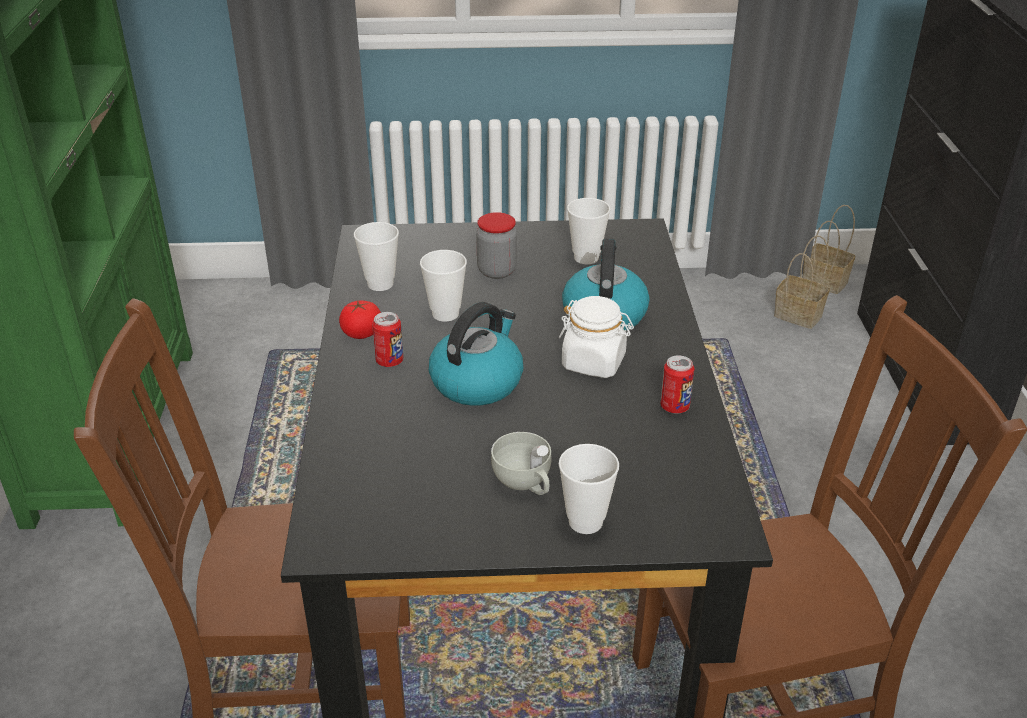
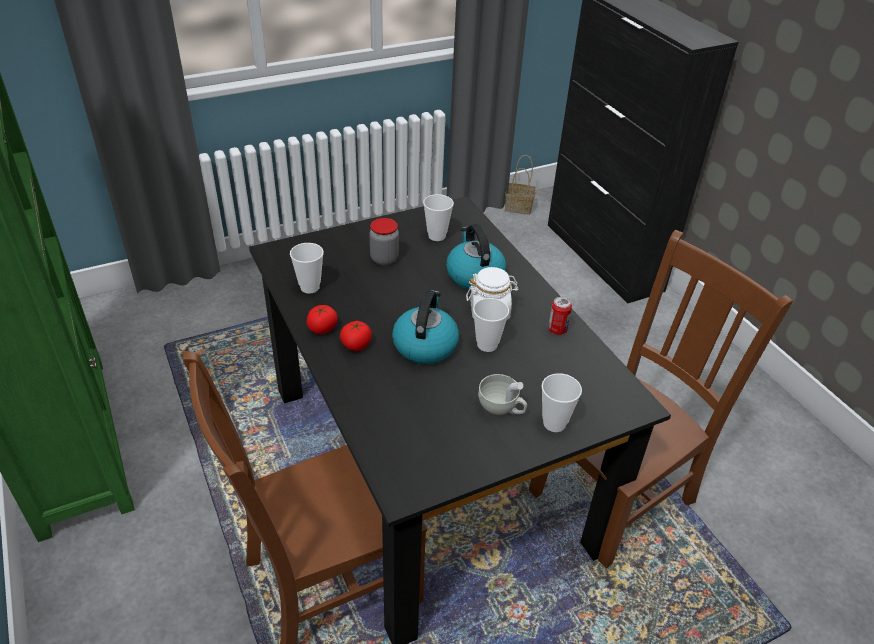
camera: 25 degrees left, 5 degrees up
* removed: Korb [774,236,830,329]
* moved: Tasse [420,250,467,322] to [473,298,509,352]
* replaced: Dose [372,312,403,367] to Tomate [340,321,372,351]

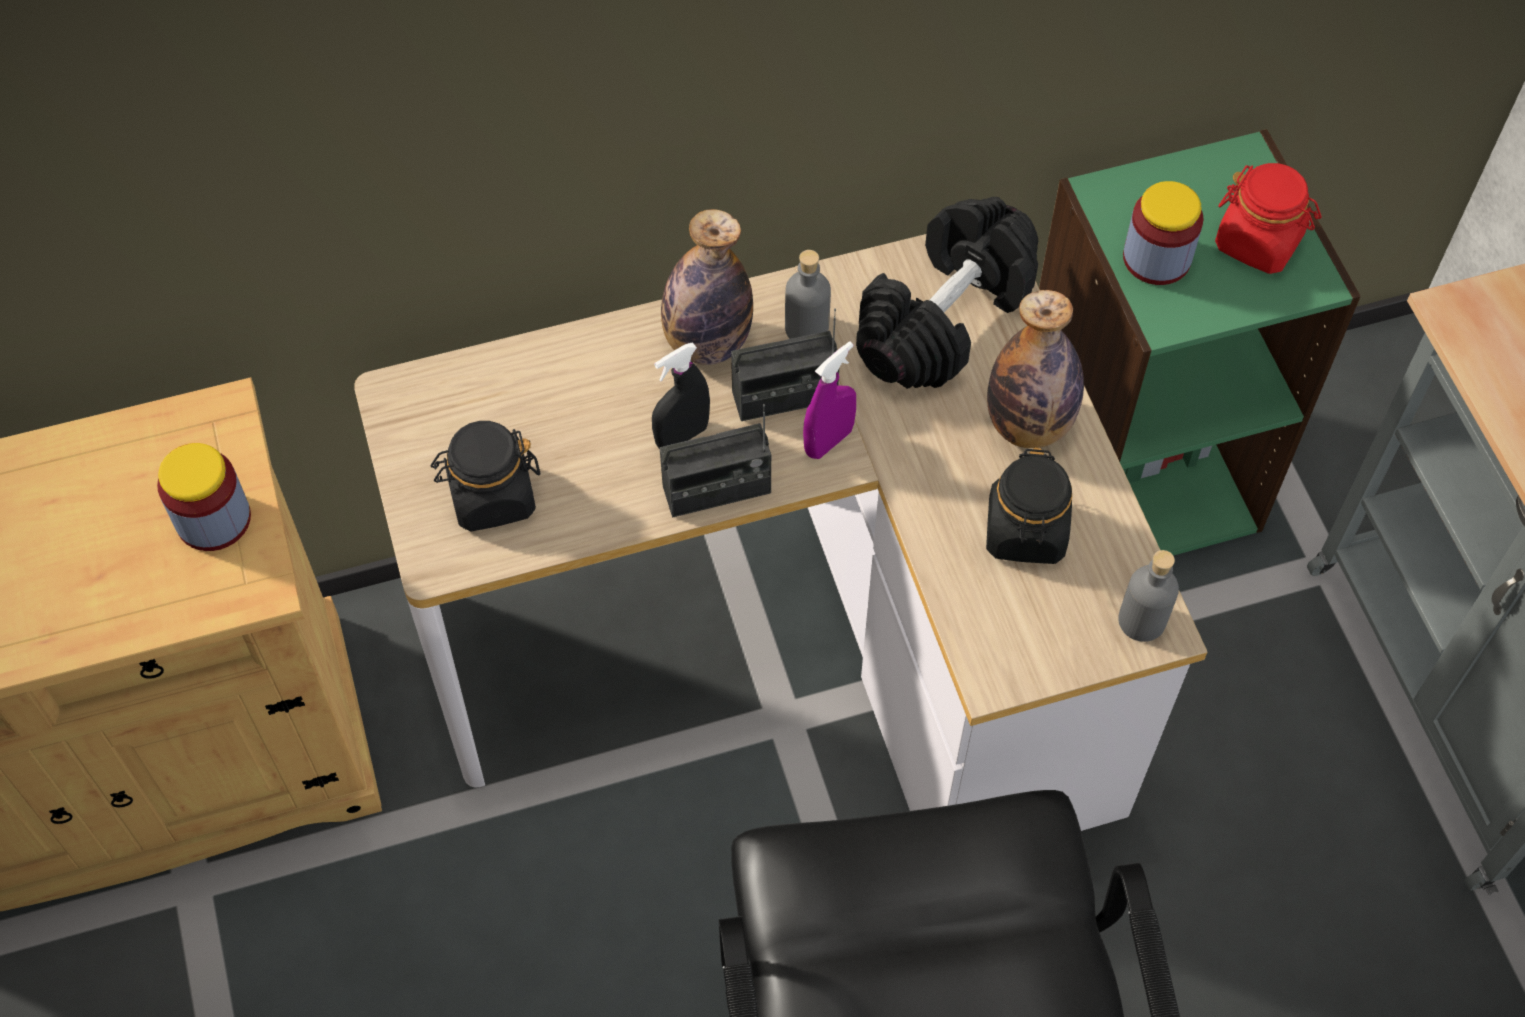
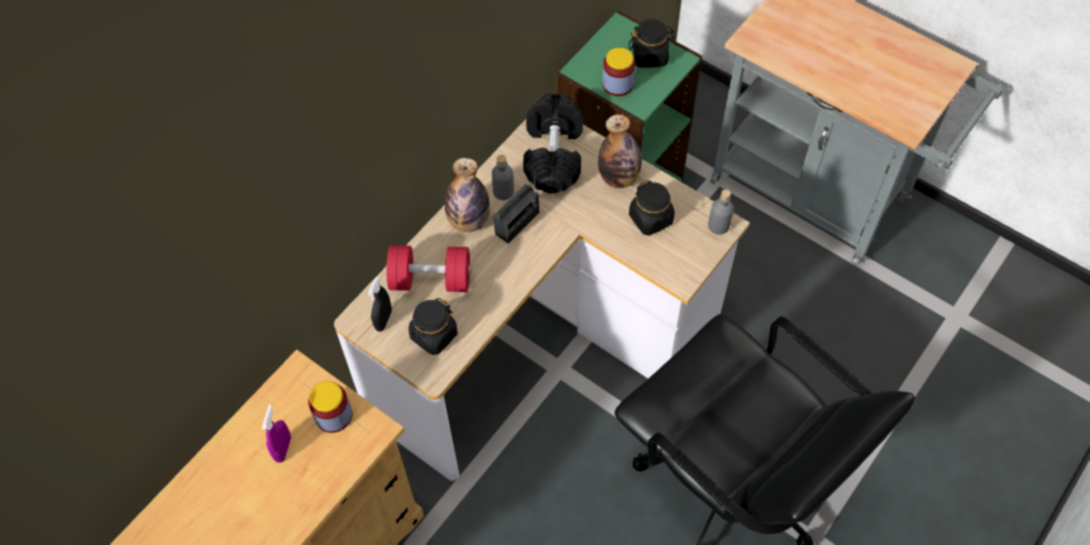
camera: 35 degrees left, 0 degrees up
* removed: Radio [660,404,771,517]
* added: Hantel/rot [386,245,471,292]
* moved: Sprühflasche/schwarz [652,343,710,449] to [368,276,392,332]
* moved: Sprühflasche/lila [803,341,856,459] to [262,404,291,463]
* recoloured: Vorratsglas/rot [1215,163,1321,274] to Vorratsglas/schwarz [629,19,675,68]

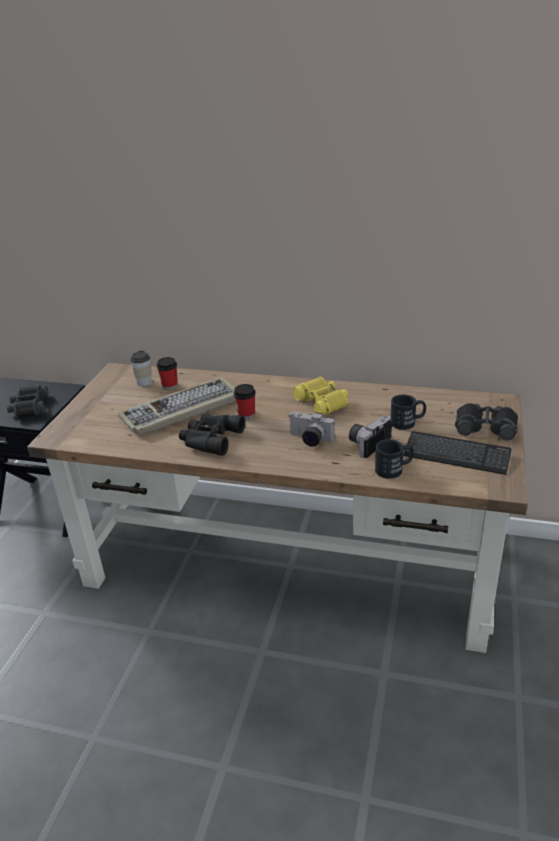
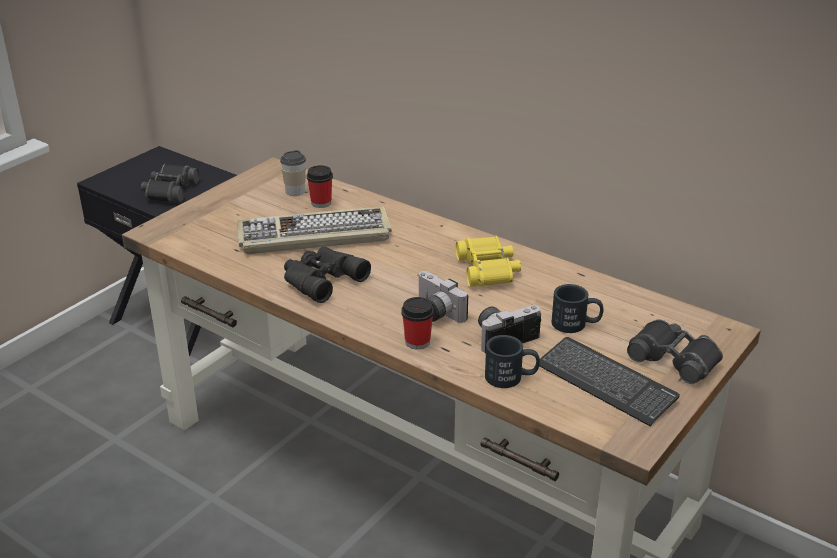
camera: 20 degrees right, 0 degrees up
* moved: Tasse [234,384,256,420] to [401,297,434,350]

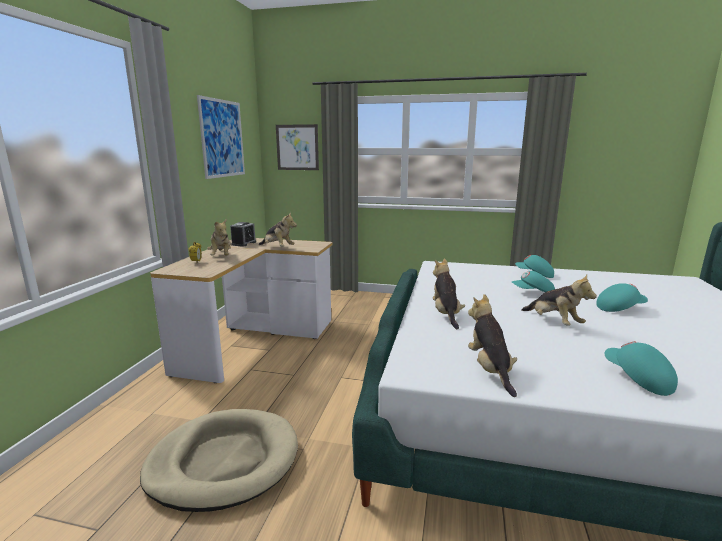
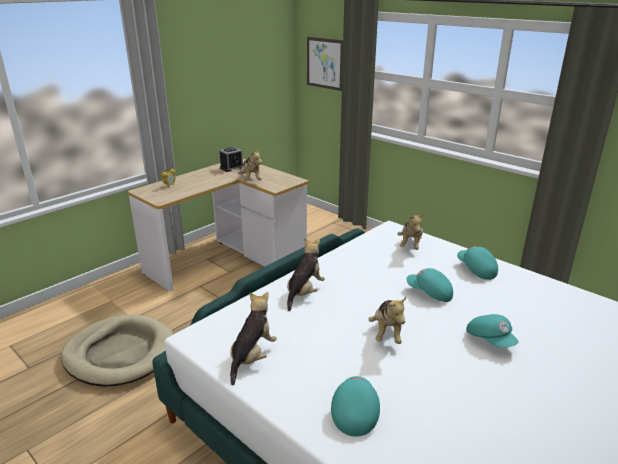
camera: 30 degrees right, 10 degrees up
* removed: Bild [197,95,245,179]
* moved: Plüschtier [207,219,231,256] to [398,213,423,250]
* turned: Kappe/türkis [596,283,648,312] = [466,314,519,348] 45 degrees clockwise

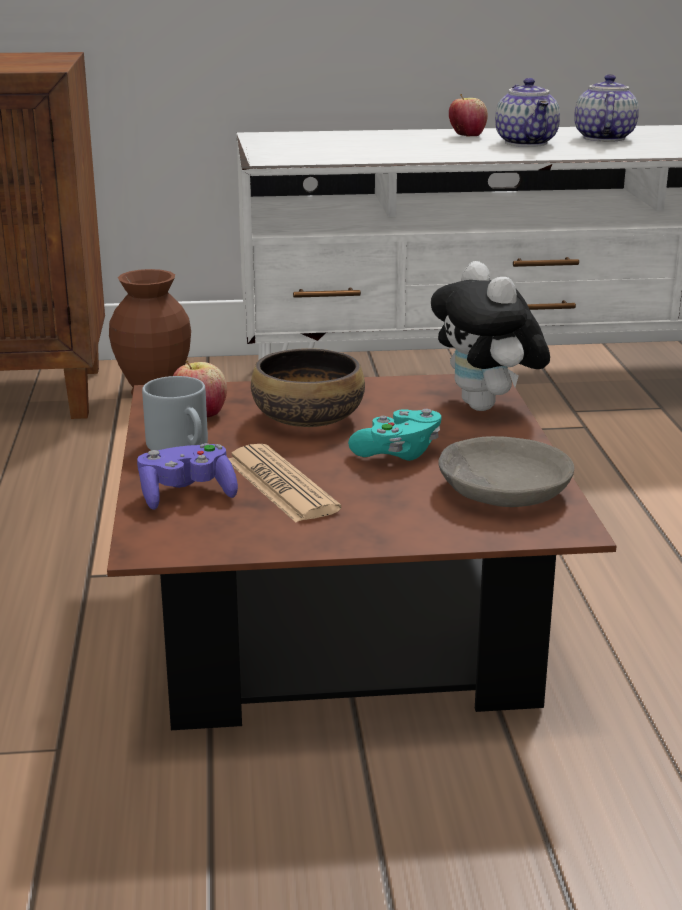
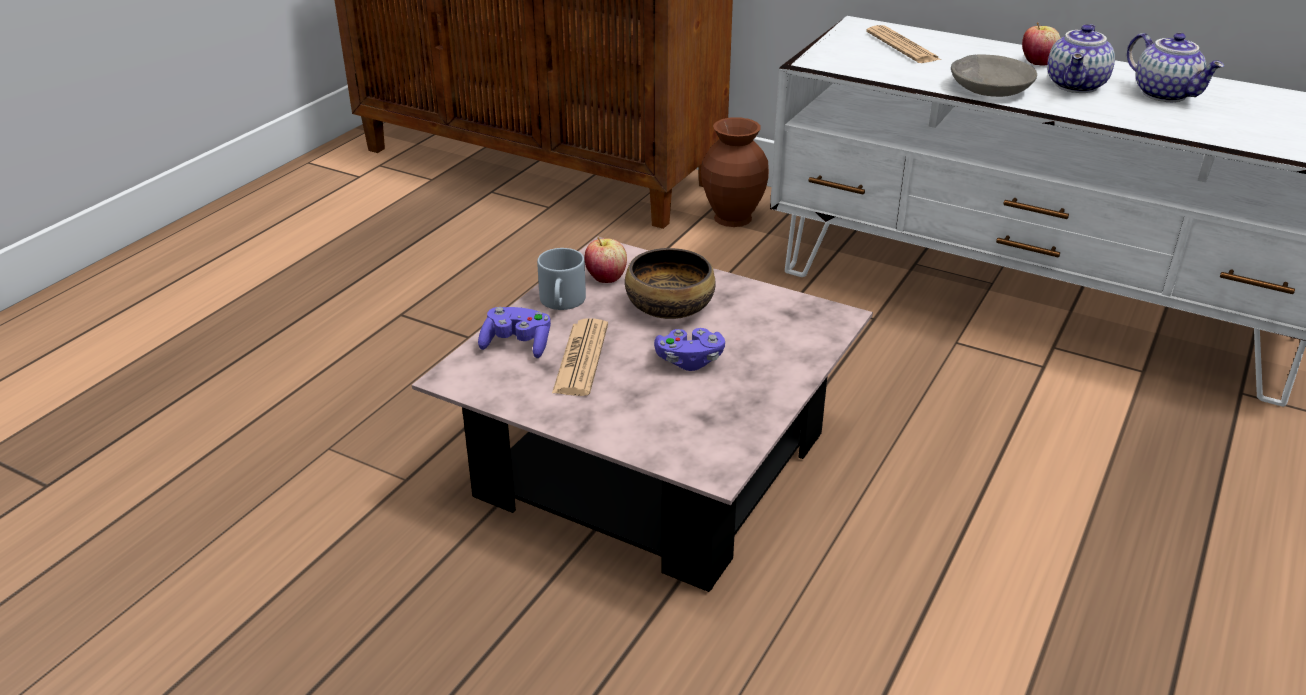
camera: 35 degrees right, 10 degrees up
* removed: Plüschtier [431,261,550,411]
* added: Zeitung [866,25,941,63]
* moved: Schüssel/grau [438,436,574,507] to [951,54,1037,97]
* recoloured: Couchtisch/braun [107,374,617,730] to Couchtisch/rosa [412,236,873,592]
* recoloured: Gamepad/türkis [348,409,442,461] to Gamepad/lila [654,328,725,371]
* turned: Teekanne [574,74,639,142] = [1127,33,1224,102] 105 degrees clockwise

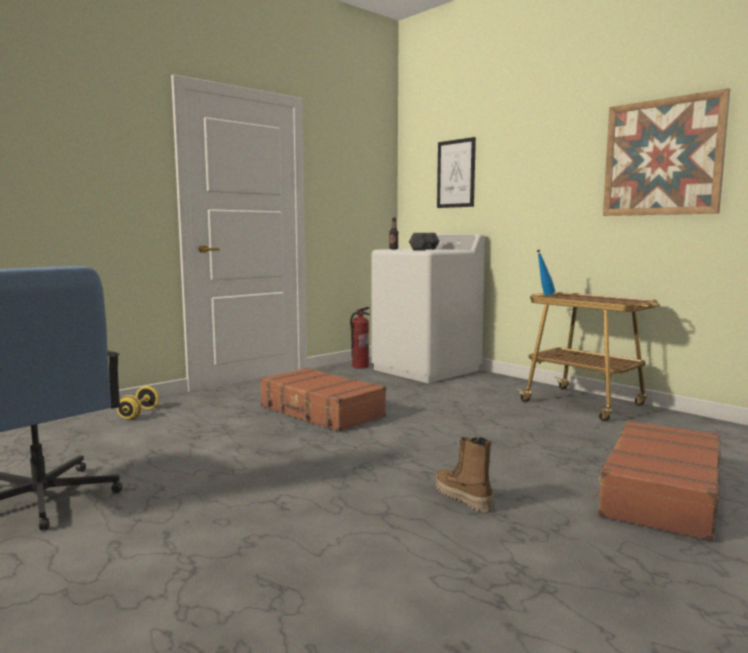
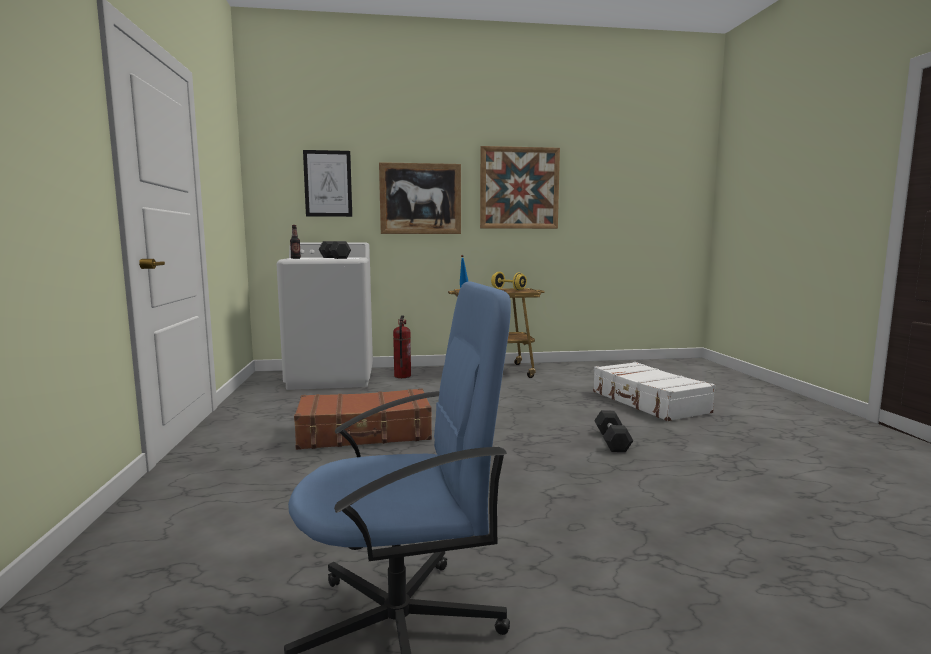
camera: 55 degrees left, 0 degrees up
* added: Bild [379,162,461,234]
* moved: Hantel/gelb [117,386,159,420] to [491,272,527,291]
* moved: Feuerlöscher [350,307,370,369] to [393,315,411,378]
* replaced: Stiefel [435,437,493,513] to Hantel/grau [594,410,633,452]
* recoloured: Koffer/braun [592,420,721,542] to Koffer/weiß [593,362,715,421]

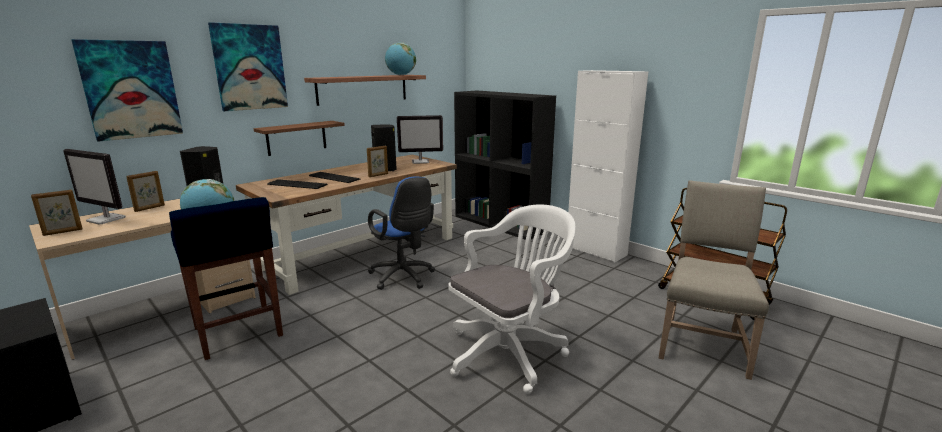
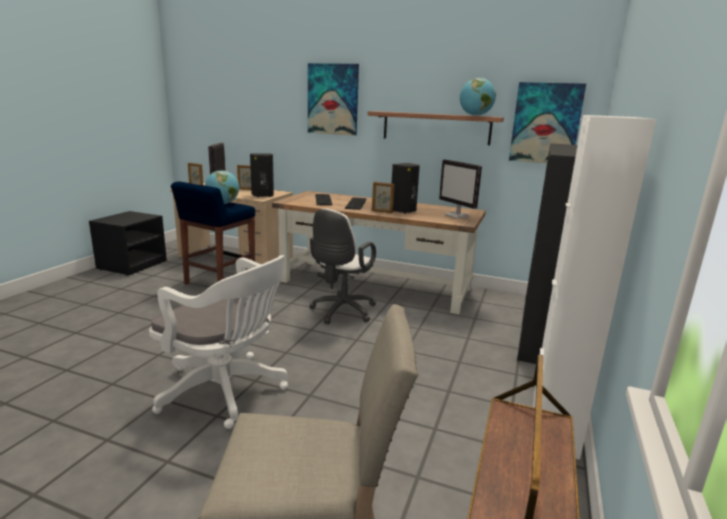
camera: 65 degrees right, 0 degrees up
* removed: Wandregal/braun [254,121,345,156]
* moved: Bild [71,39,183,142] to [509,82,586,163]
* recoloured: Bürostuhl/blau [368,177,435,290] to Bürostuhl/weiß [309,208,376,324]

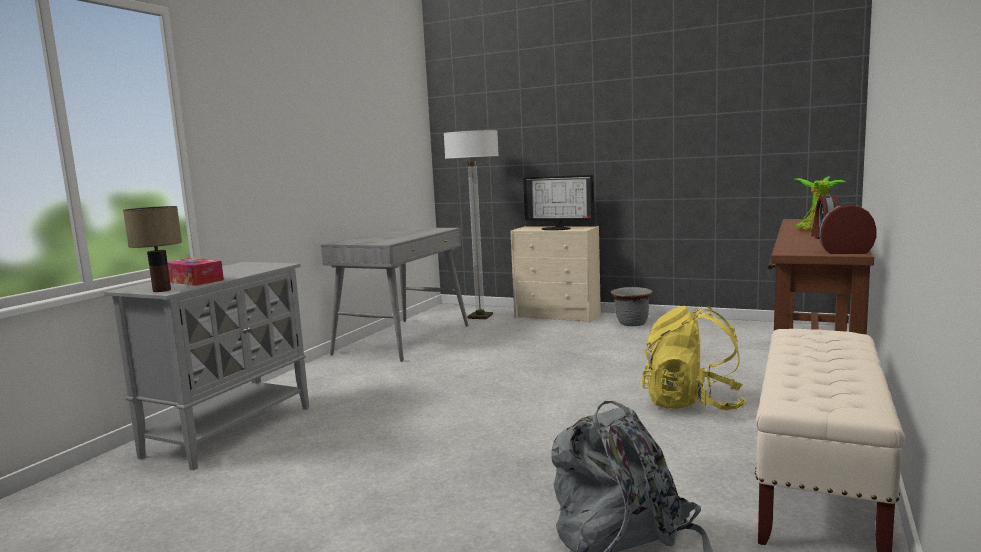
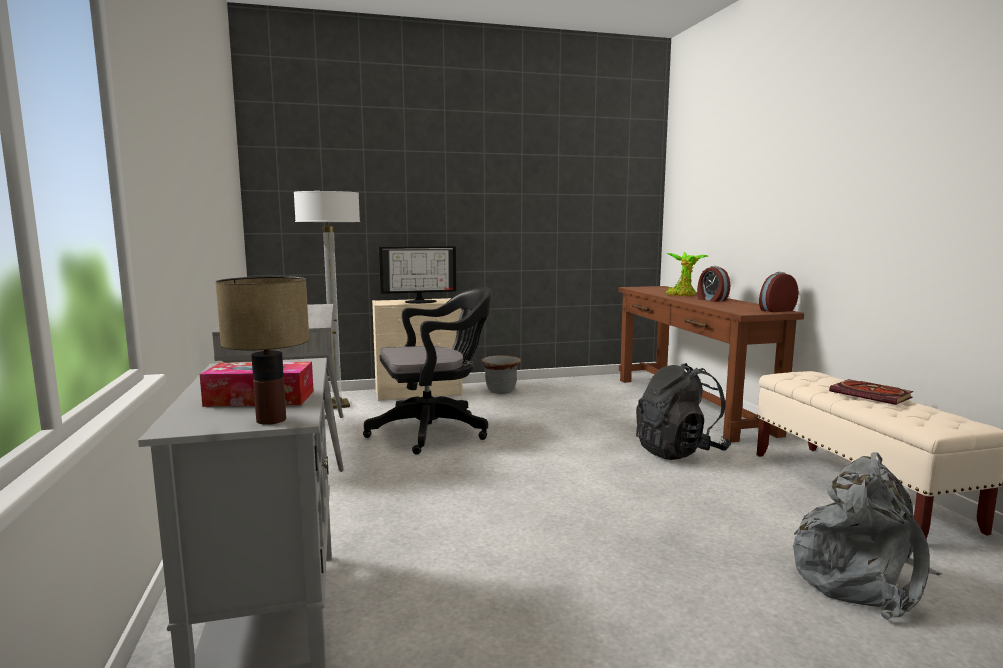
camera: 40 degrees left, 0 degrees up
* added: Bürostuhl/schwarz [363,287,492,455]
* added: Buch [829,379,914,405]
* recoloured: Rucksack/gelb [642,306,747,410] to Rucksack/schwarz [636,363,731,460]

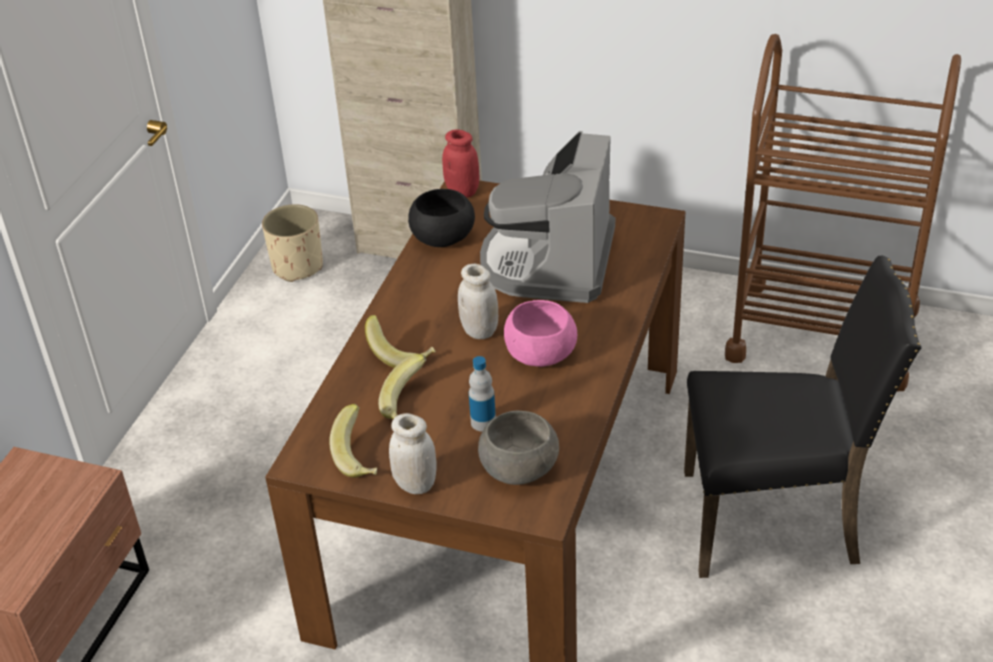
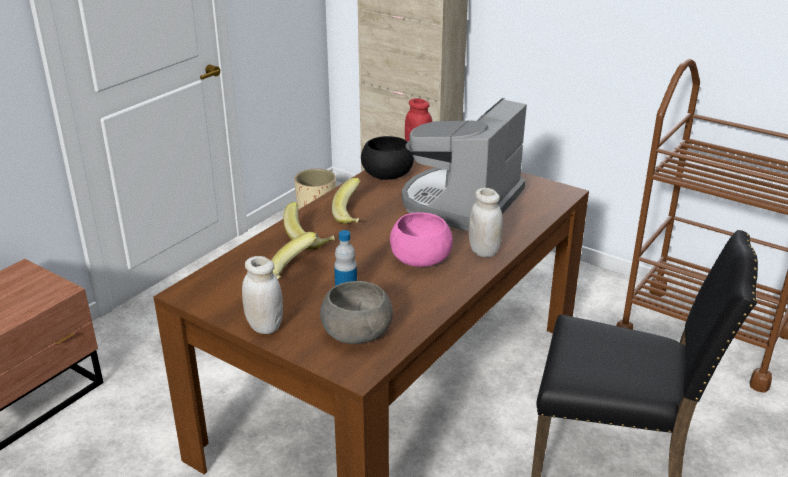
camera: 15 degrees right, 10 degrees down
* moved: Banane [329,404,377,478] to [332,178,361,224]
* moved: Vorratsglas/weiß [458,264,498,339] to [469,188,503,257]

